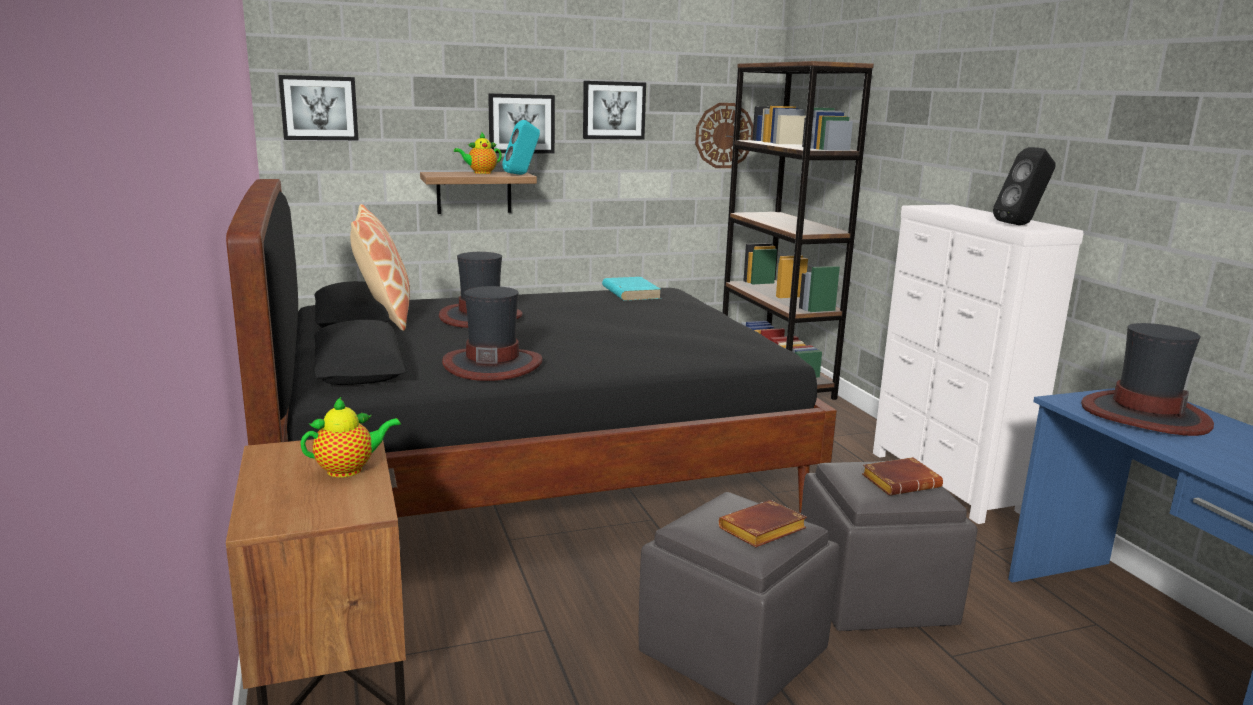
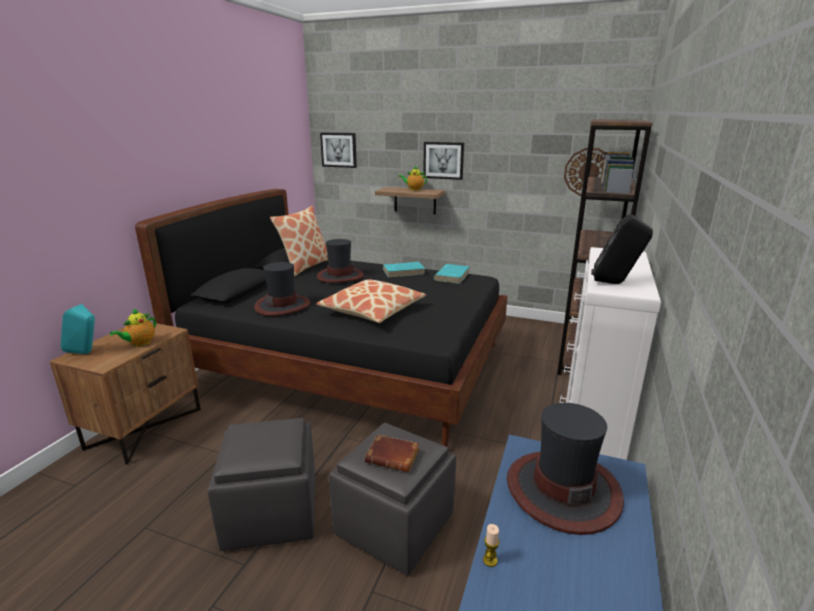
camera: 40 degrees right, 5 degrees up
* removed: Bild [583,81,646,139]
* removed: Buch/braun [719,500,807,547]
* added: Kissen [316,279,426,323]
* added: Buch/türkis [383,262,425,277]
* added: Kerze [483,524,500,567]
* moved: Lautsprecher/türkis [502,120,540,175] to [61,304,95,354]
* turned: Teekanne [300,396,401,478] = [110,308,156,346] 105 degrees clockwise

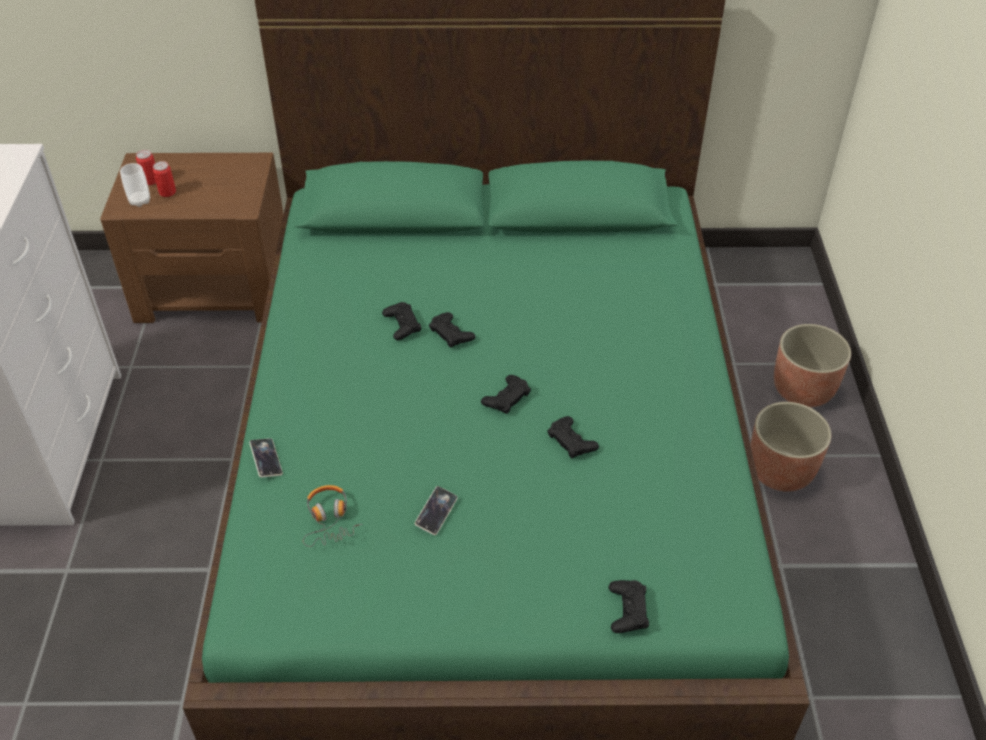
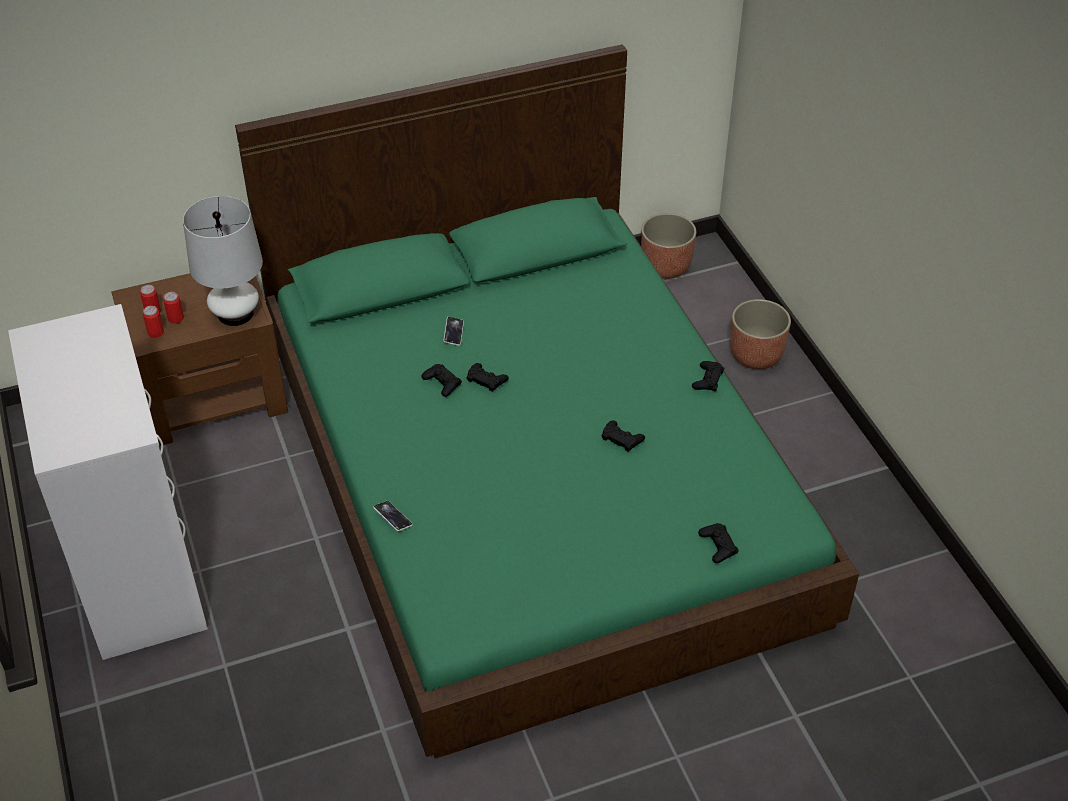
camera: 20 degrees left, 0 degrees up
* removed: Kopfhörer [303,485,362,547]
* added: Tischlampe/weiß [183,196,263,326]
* moved: Handy [415,486,458,535] to [443,317,464,346]
* moved: Gamepad/schwarz [481,375,531,414] to [692,361,724,391]
* moved: Pflanzkübel [750,402,832,492] to [641,213,696,279]
* replaced: Tasse [120,163,150,207] to Dose [143,306,164,338]

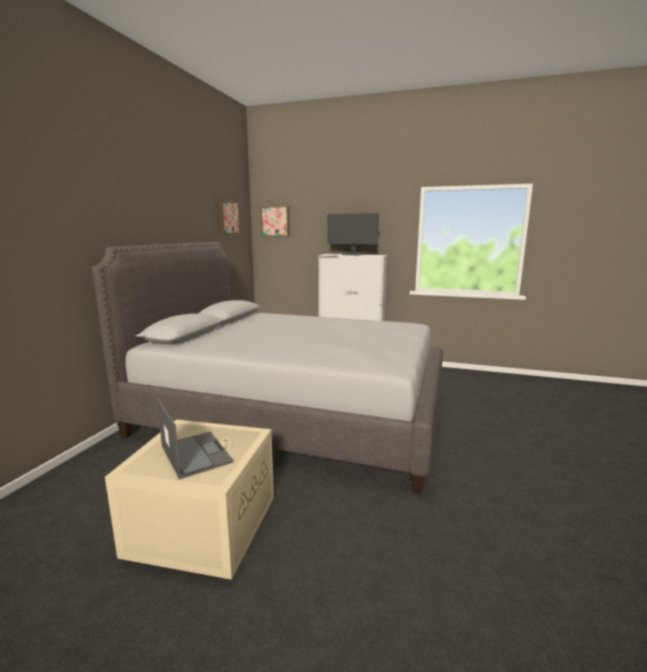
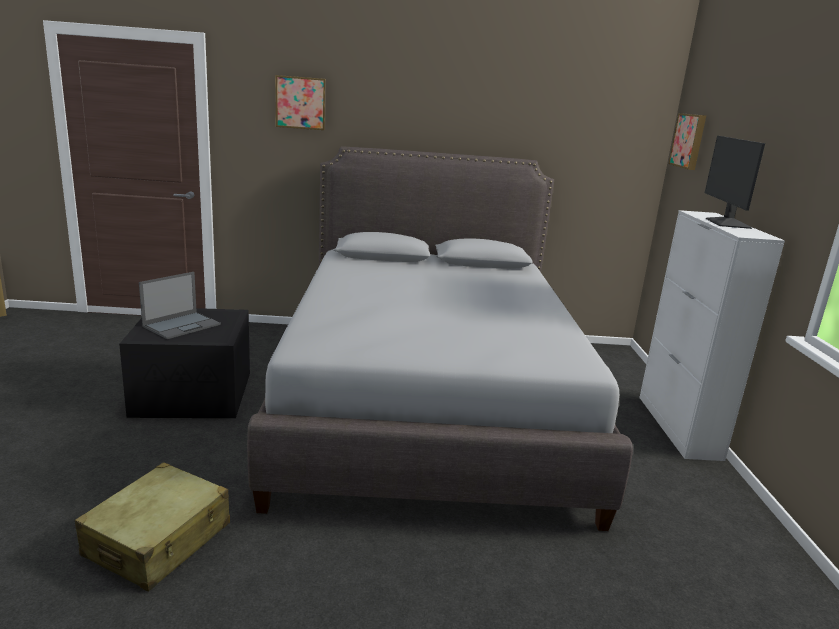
camera: 70 degrees right, 5 degrees up
* added: Koffer/beige [75,462,230,591]
* moved: Bild [219,200,240,234] to [275,75,326,130]
* recoloured: Aufbewahrungsbox/beige [105,420,274,580] to Aufbewahrungsbox/schwarz [119,308,250,418]

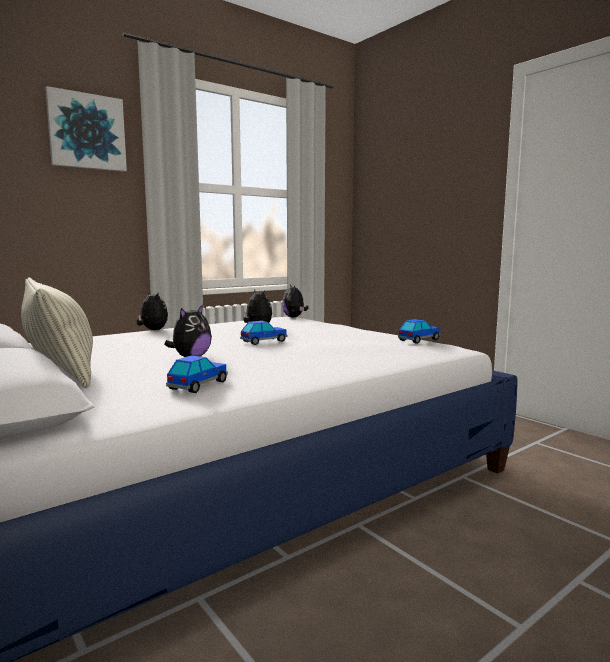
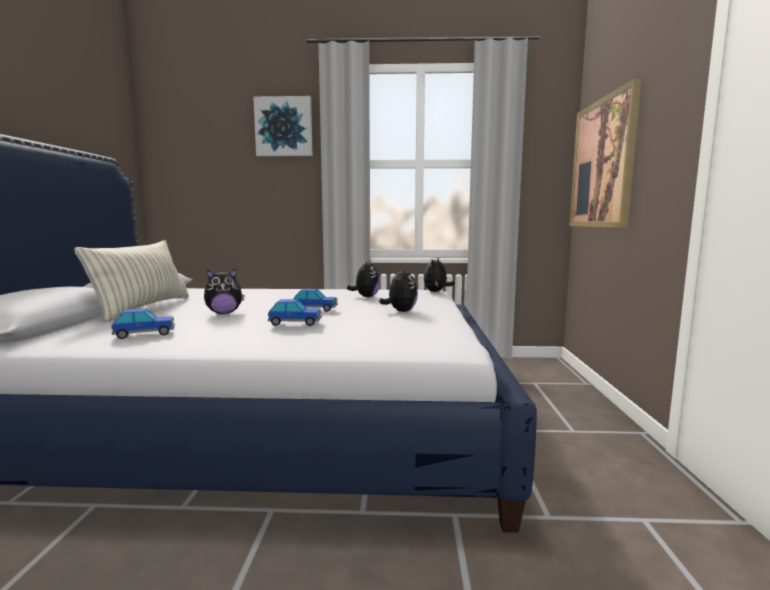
camera: 40 degrees right, 0 degrees up
* added: Bild [569,79,641,228]
* moved: Plüschtier [136,291,168,330] to [379,267,418,312]
* moved: Spielzeugauto [398,319,440,344] to [268,299,322,326]

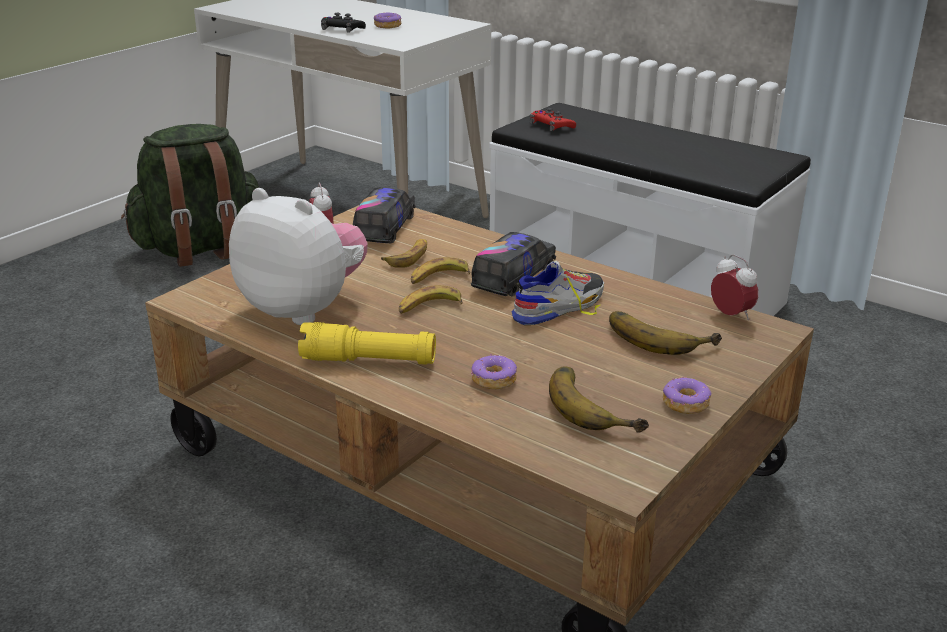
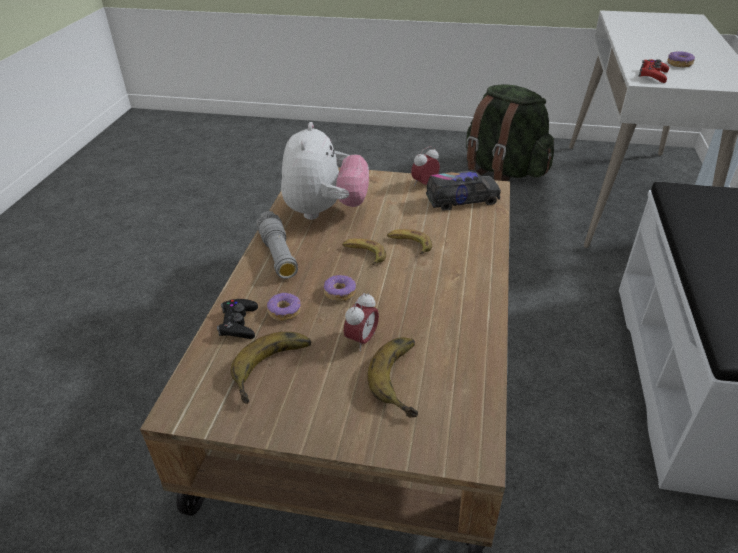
camera: 65 degrees right, 10 degrees up
* removed: Banane [381,239,427,268]
* removed: Spielzeuglaster [471,232,556,296]
* removed: Schuh [512,261,604,325]
* moved: Gamepad/schwarz [321,13,366,33] to [217,299,258,339]
* moved: Gamepad/rot [530,108,576,131] to [638,59,669,83]
* moved: Donut [663,377,711,414] to [324,274,356,302]
* moved: Wecker [711,254,758,320] to [343,292,379,351]
* recoloured: Taschenlampe/gelb [298,322,436,365] to Taschenlampe/grau [256,211,298,279]

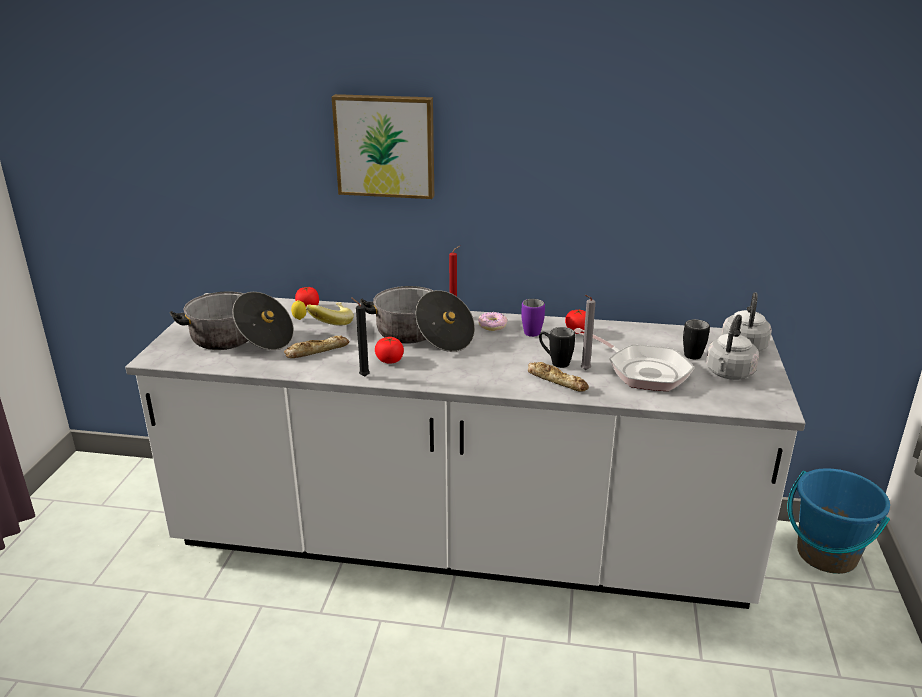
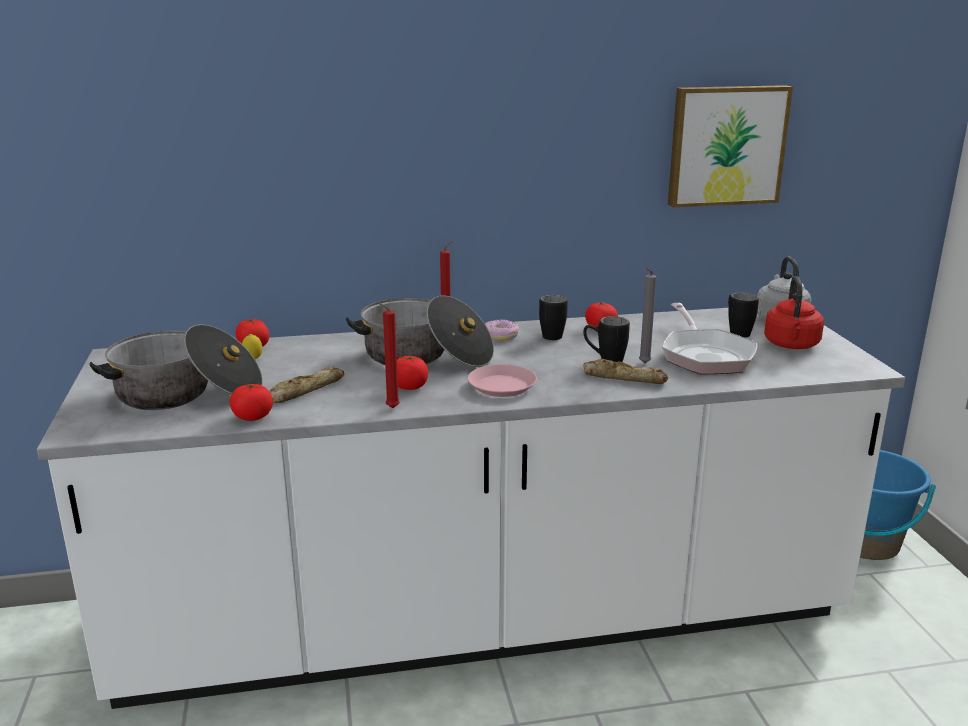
camera: 20 degrees left, 5 degrees down
* removed: Banane [306,302,354,326]
* added: Tomate [230,384,273,421]
* added: Teller/rosa [468,364,537,397]
* moved: Bild [332,94,434,199] to [668,85,793,207]
* recoloured: Kerze/schwarz [351,297,370,377] to Kerze/rot [376,301,400,408]
* recoloured: Henkelbecher/lila [521,299,545,337] to Henkelbecher/schwarz [539,295,568,340]
* recoloured: Wasserkessel/grau [706,314,759,380] to Wasserkessel/rot [764,276,824,349]
* turned: Pfanne [574,328,695,391] = [662,303,757,374] 60 degrees clockwise

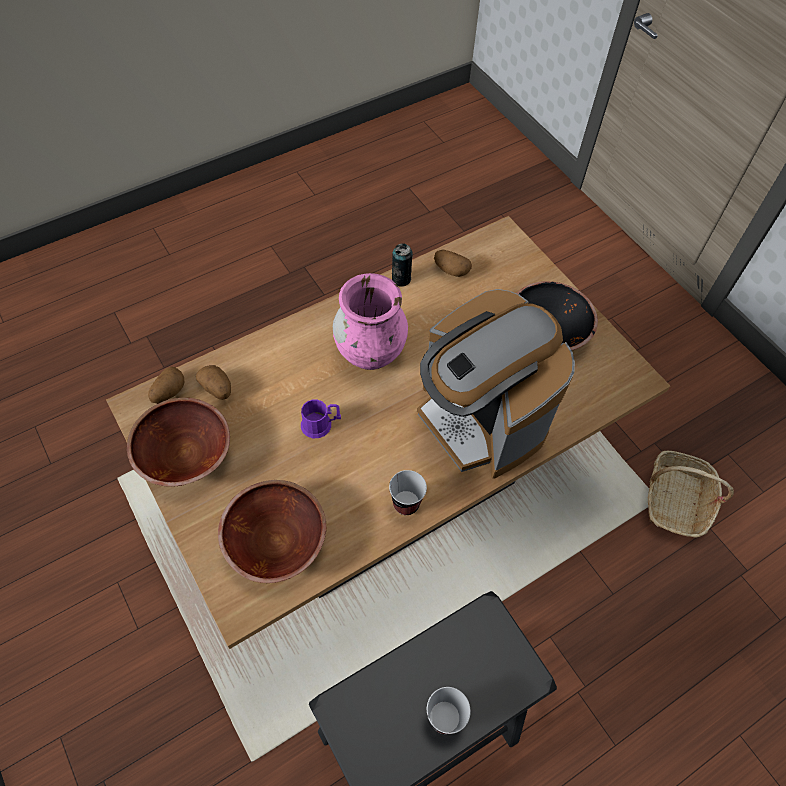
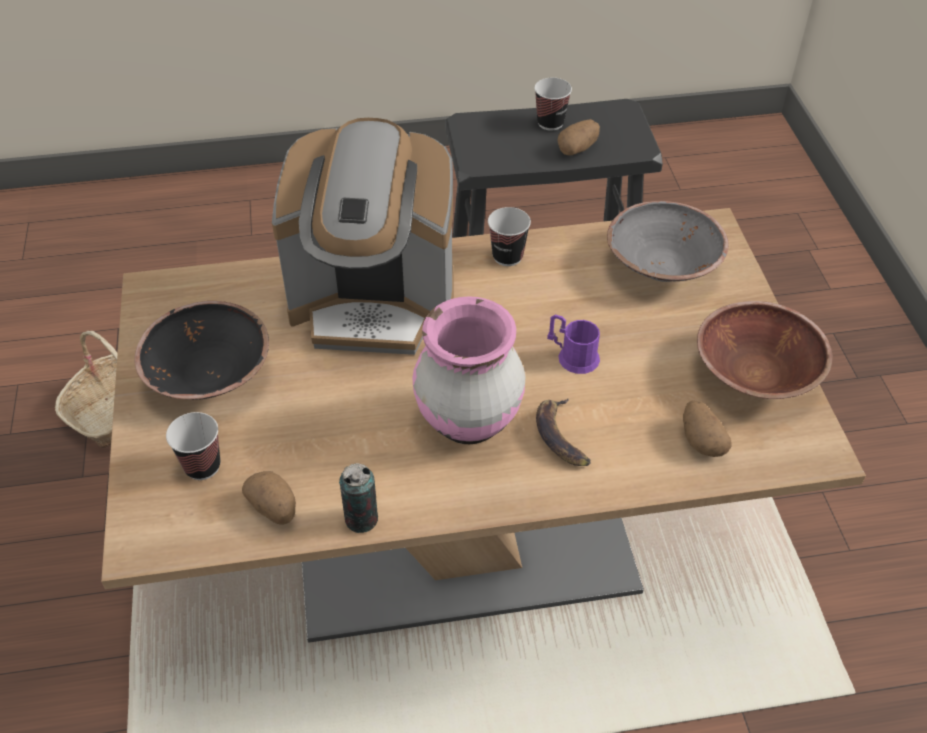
camera: 155 degrees left, 10 degrees down
* added: Tasse [166,412,220,480]
* added: Banane [536,398,591,466]
* moved: Kartoffel [148,367,184,404] to [557,119,600,155]
* recoloured: Schüssel/braun [218,480,326,583] to Schüssel/grau [607,201,729,282]
* turned: Kaffeemaschine [417,289,575,479] = [272,118,454,355] 105 degrees clockwise

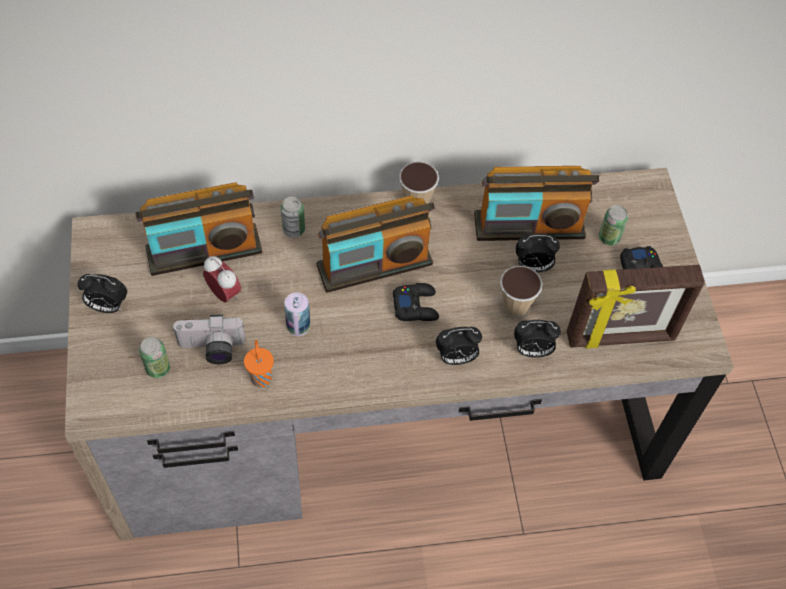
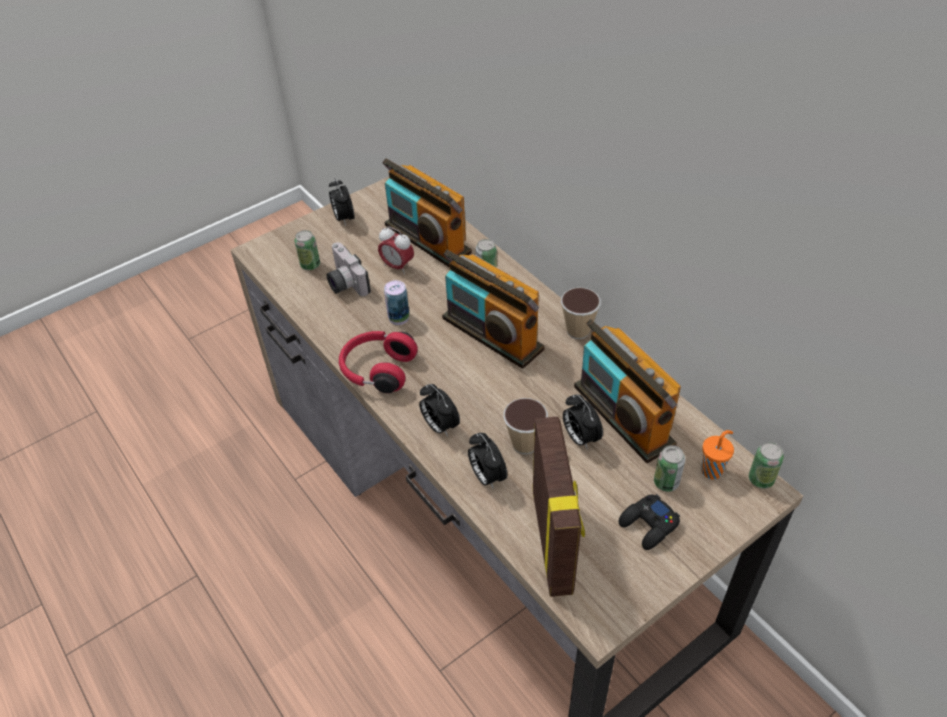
camera: 65 degrees right, 10 degrees down
* removed: Gamepad/schwarz [393,283,439,321]
* added: Kopfhörer/rot [339,331,418,393]
* added: Dose [749,442,784,489]
* moved: Tasse/orange [244,340,274,387] to [701,430,734,479]
* turned: Wecker [203,256,241,303] = [378,226,414,274] 105 degrees clockwise
* turned: Bilderrahmen [567,265,705,349] = [533,416,585,597] 150 degrees counterclockwise

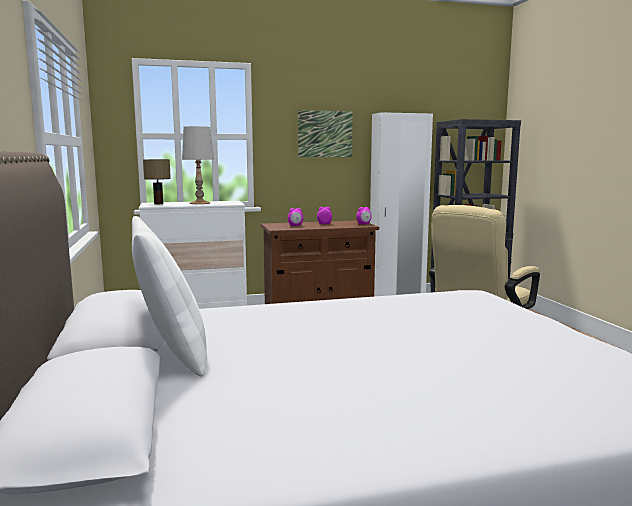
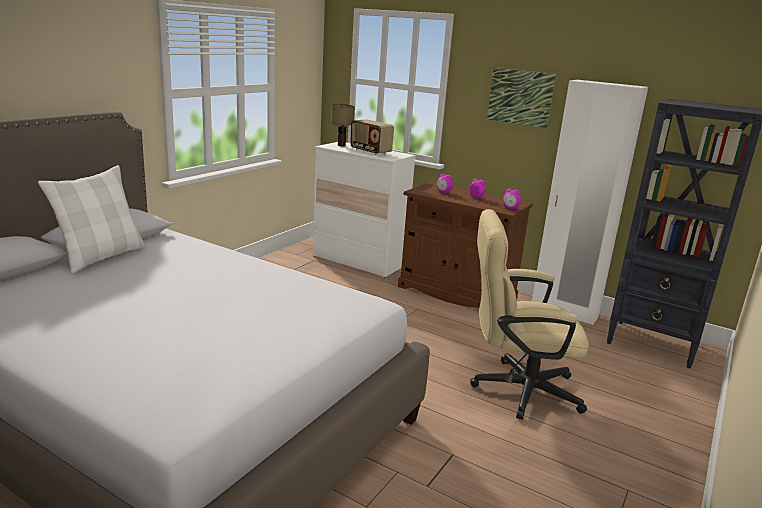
camera: 45 degrees right, 10 degrees up
* replaced: Tischlampe/weiß [182,126,214,204] to Radio [350,119,394,155]

